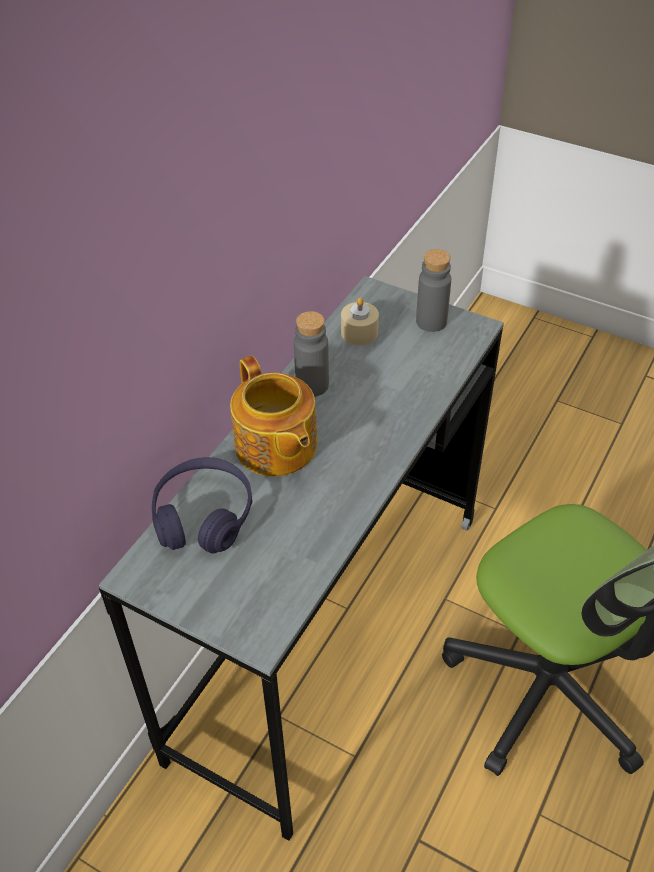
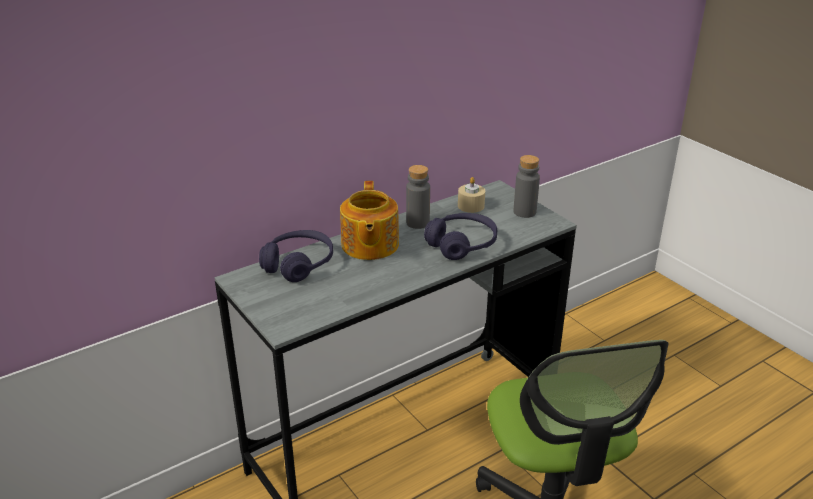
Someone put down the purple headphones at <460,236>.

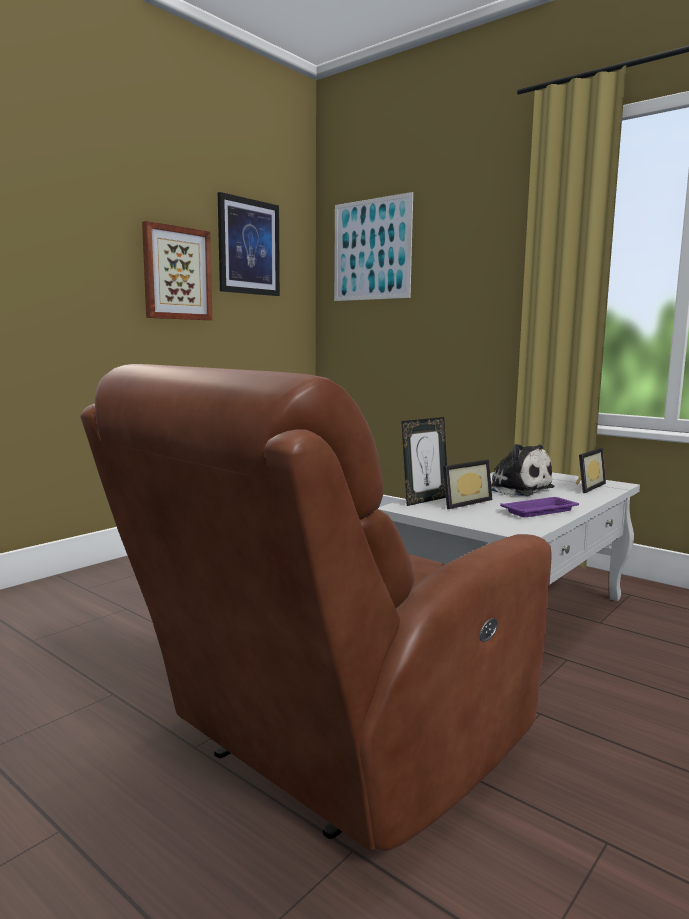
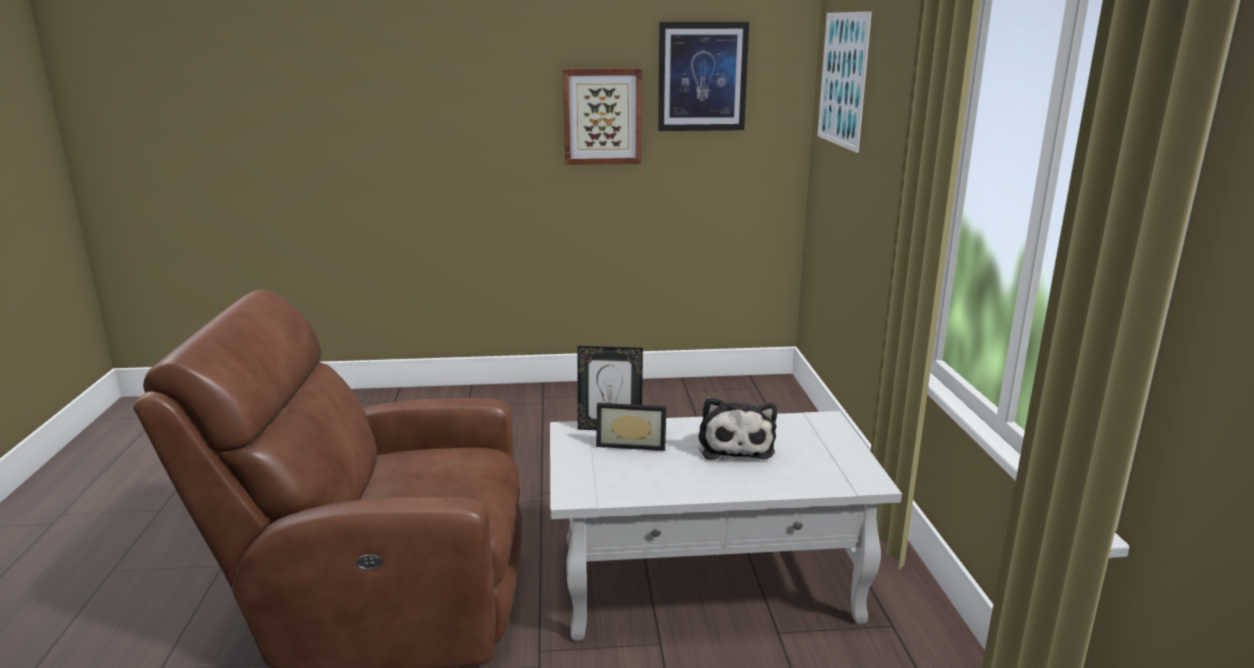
Someone took away the purple tray at <539,507>.
Someone took away the picture frame at <591,470>.

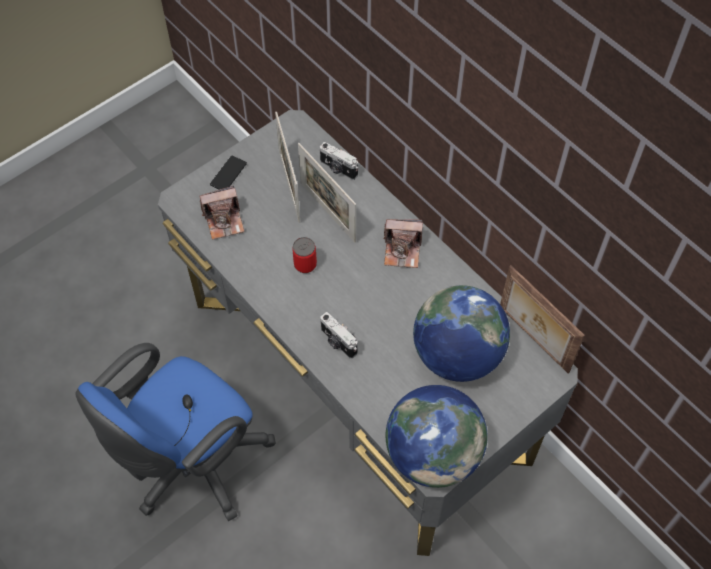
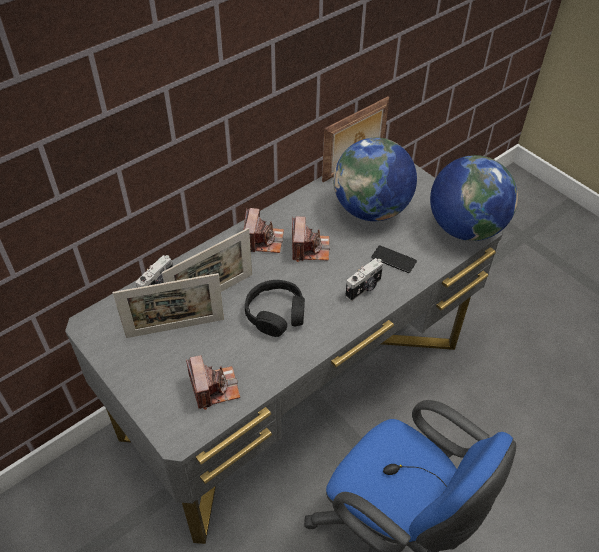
Someone carried the phone from <228,173> to <394,259>.
Someone swapped the can at <304,255> for the black headphones at <275,308>.
Someone put down the photo camera at <311,239>.

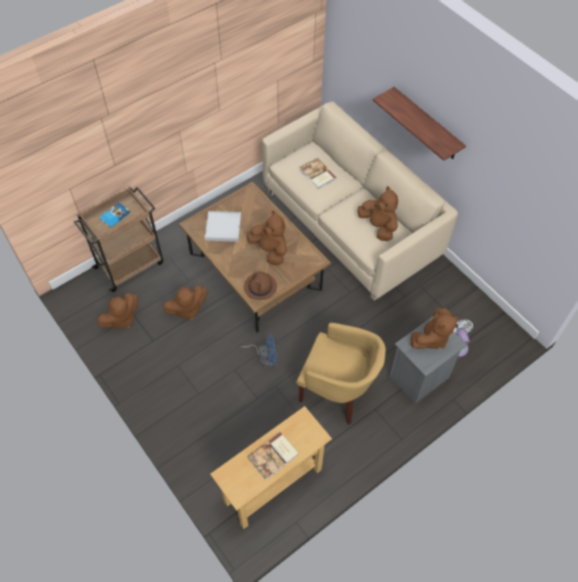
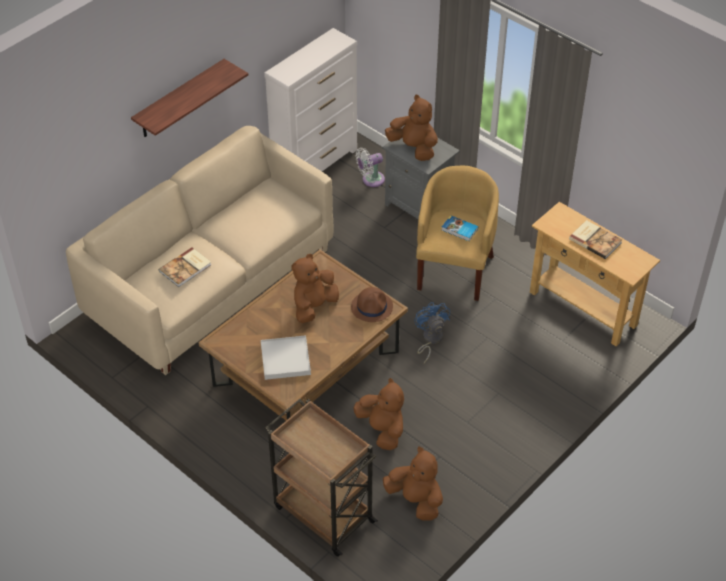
Someone carried the book from <114,215> to <460,228>.
Someone took away the brown plush toy at <377,213>.
Someone put down the white dresser at <310,99>.

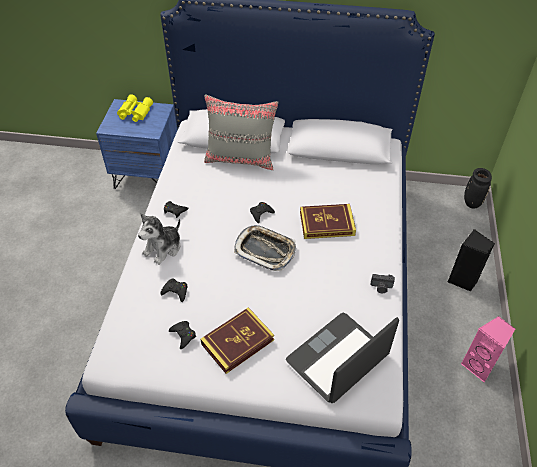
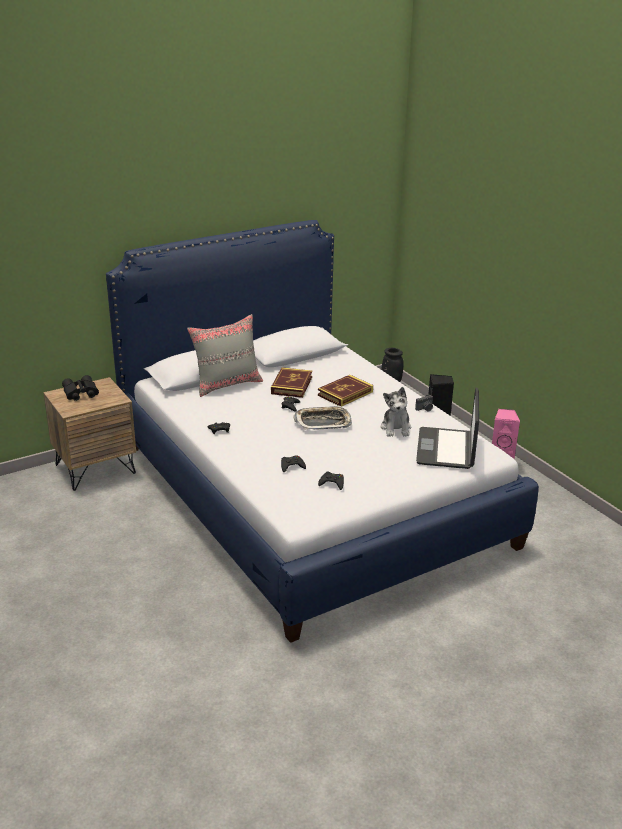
Someone repainted the blue nightstand at <136,144>, which became the brown nightstand at <90,434>.
Someone repainted the yellow binoculars at <135,108>, which became the black binoculars at <80,388>.
Someone carried the plush toy from <159,239> to <396,412>.
Someone carried the book from <237,340> to <291,382>.

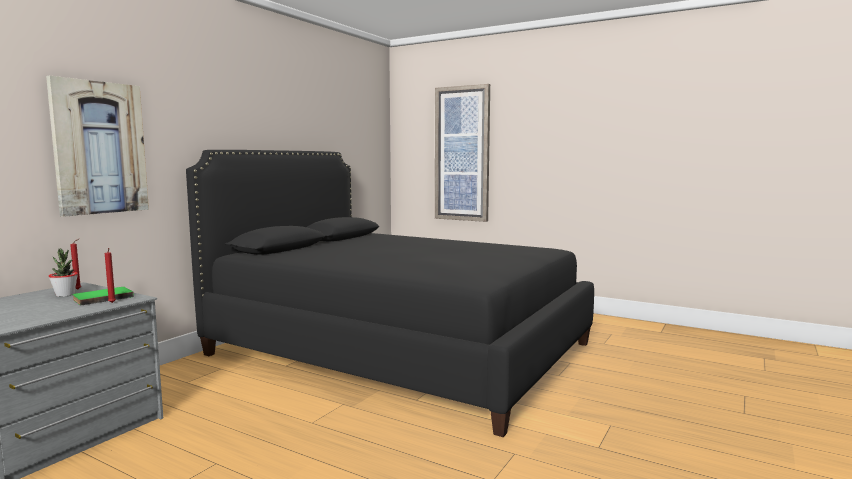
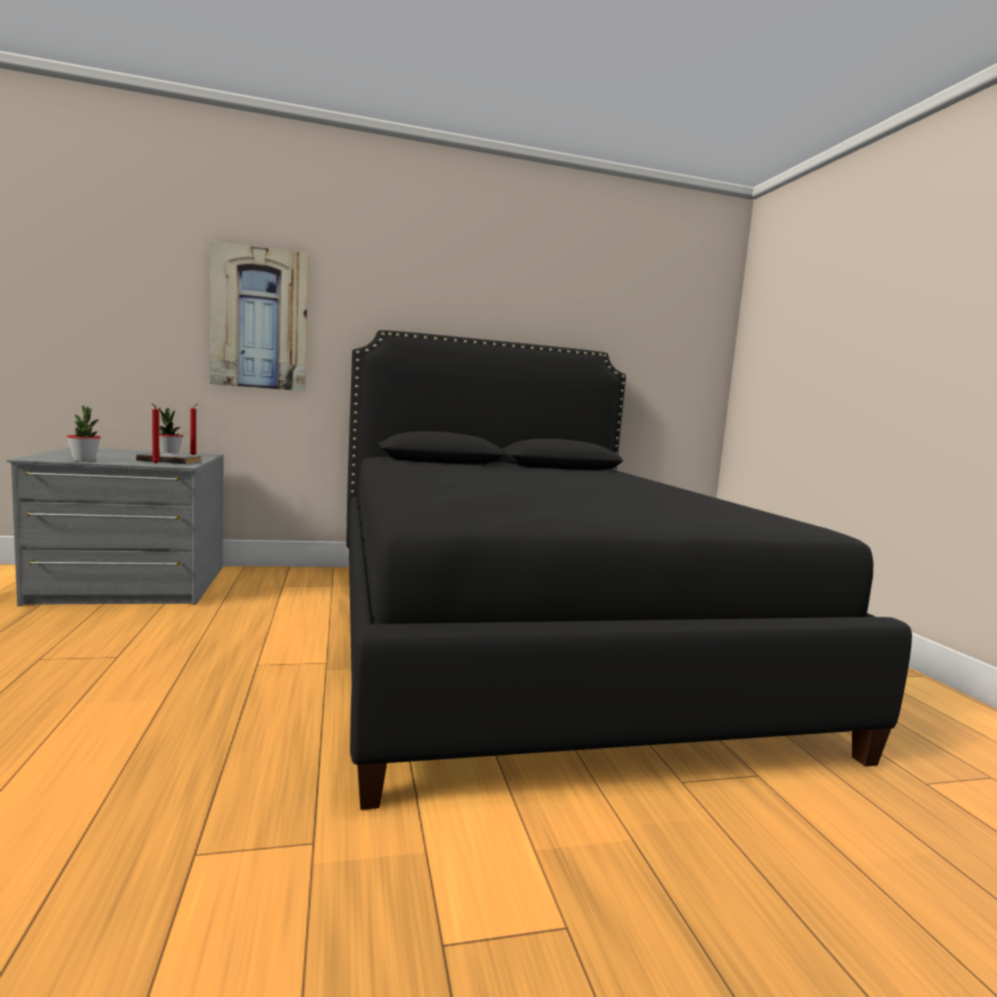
Someone repainted the green book at <103,296>, which became the grey book at <169,458>.
Someone took away the picture at <462,153>.
Someone put down the potted plant at <84,434>.

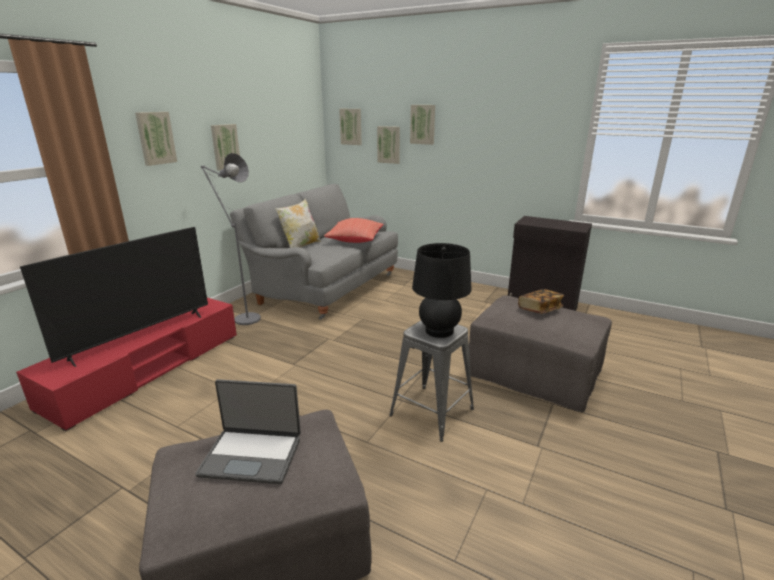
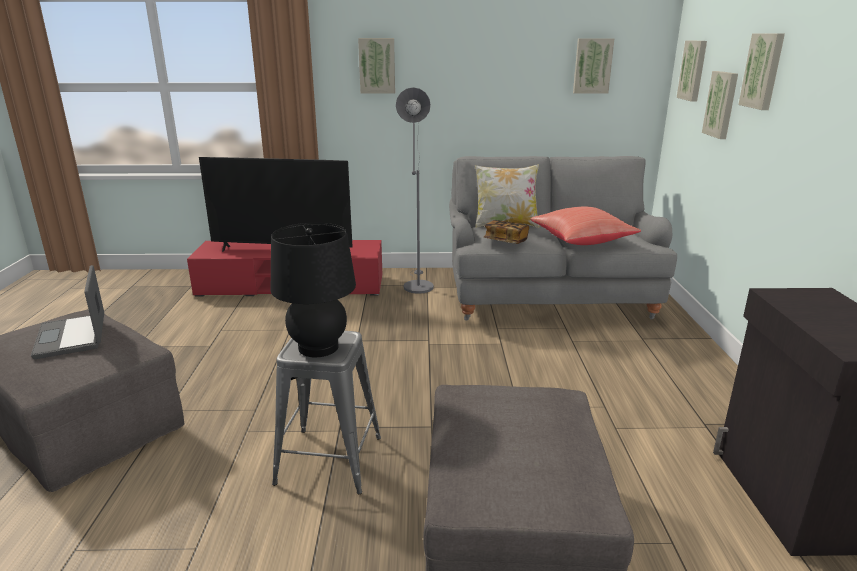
Someone carried the picture from <225,147> to <594,66>.
Someone carried the book from <541,301> to <506,232>.

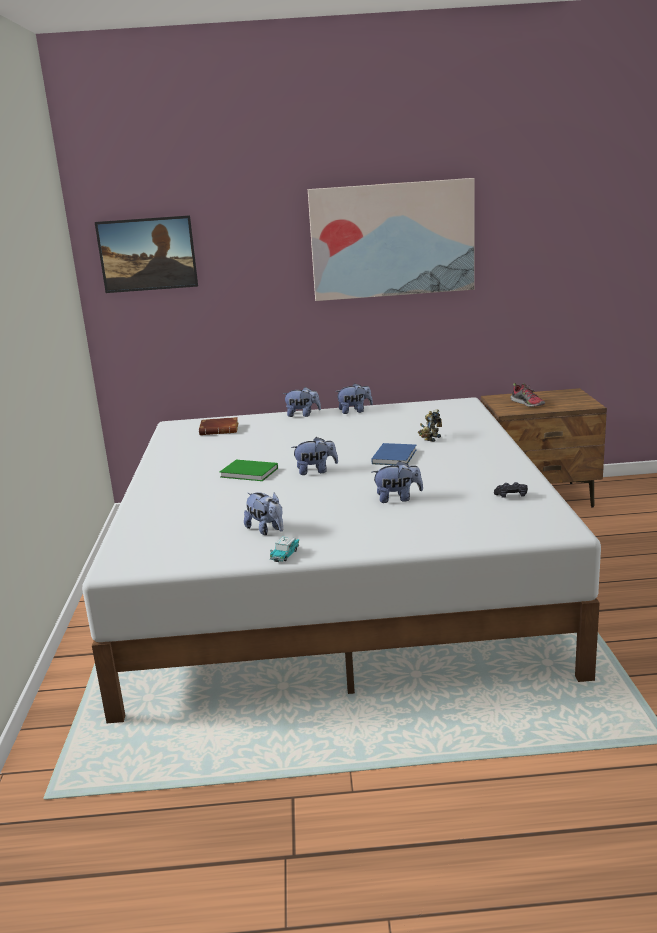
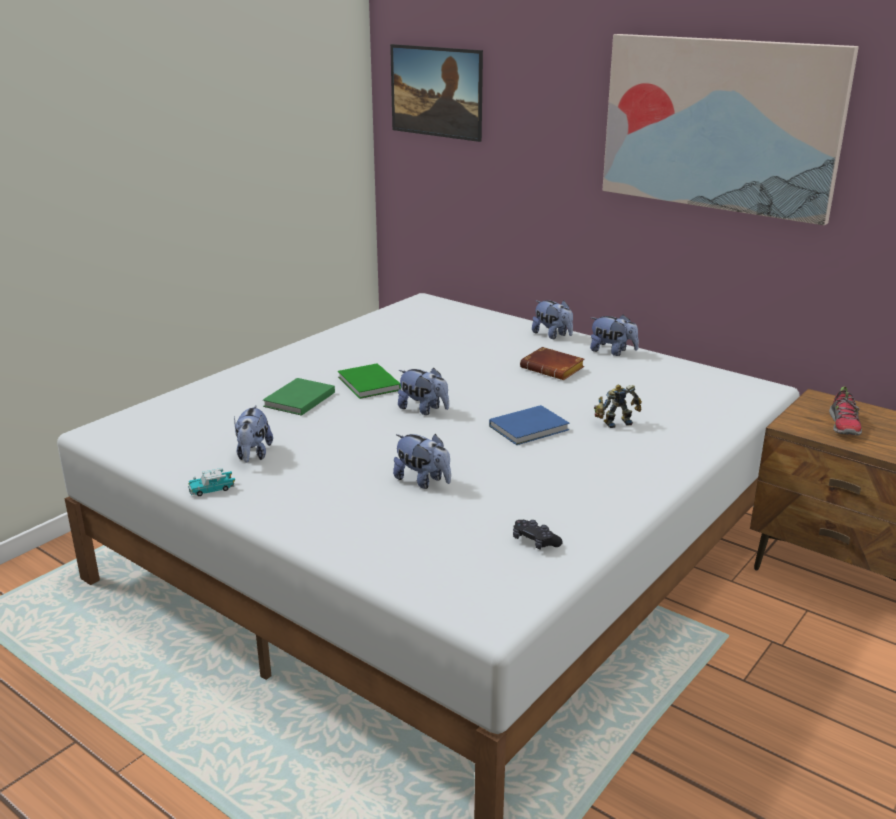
Someone carried the brown book from <218,426> to <552,363>.
Someone put down the green book at <299,397>.

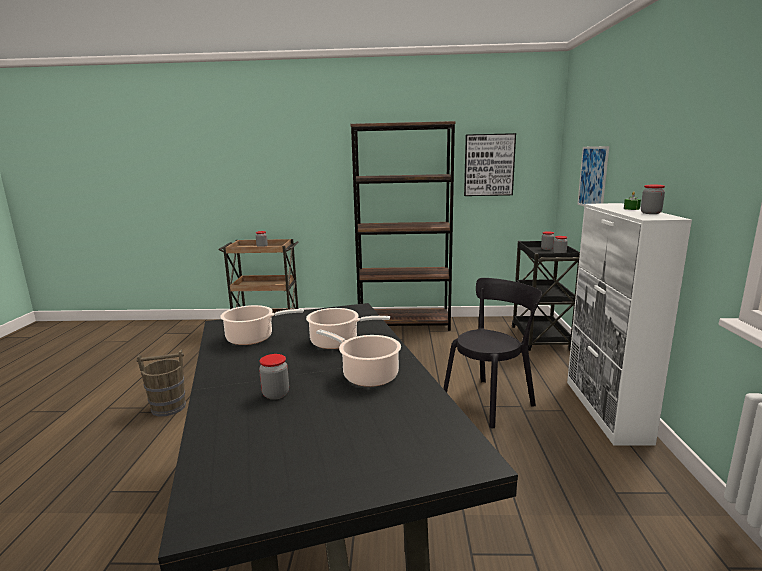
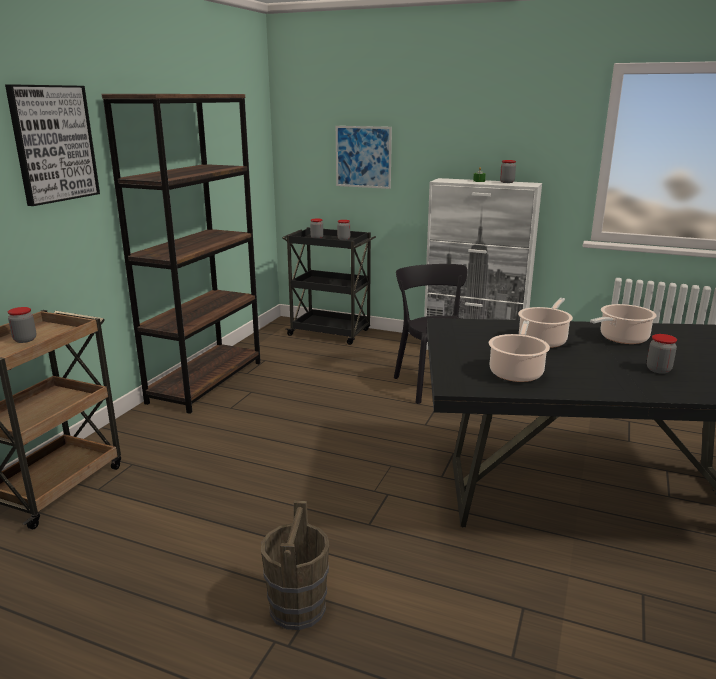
Someone carried the picture from <490,164> to <52,145>.

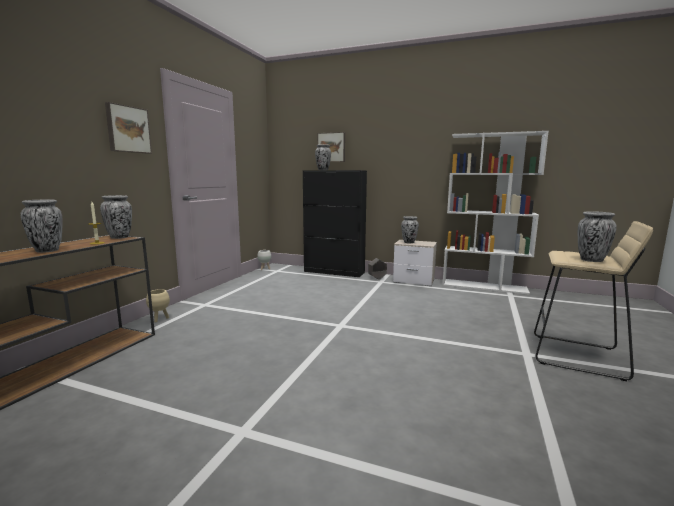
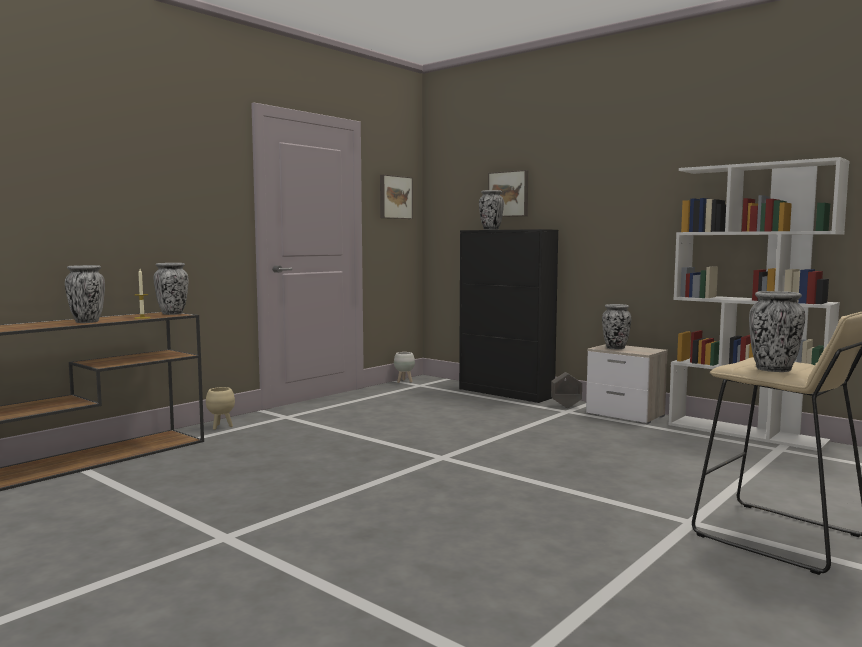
Someone carried the picture from <128,128> to <396,197>.

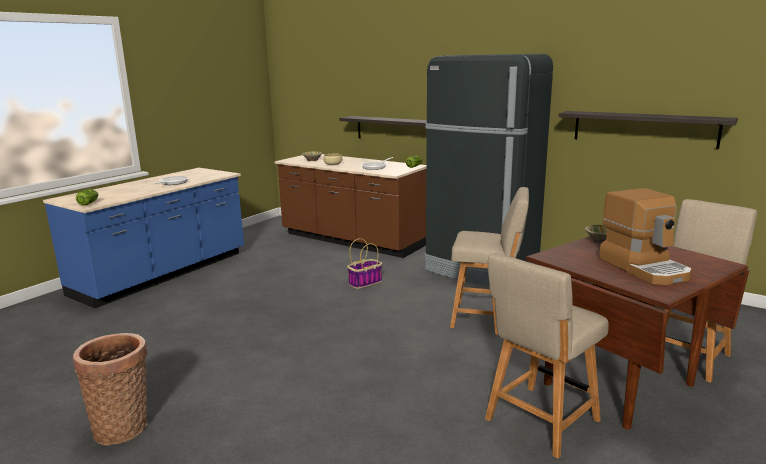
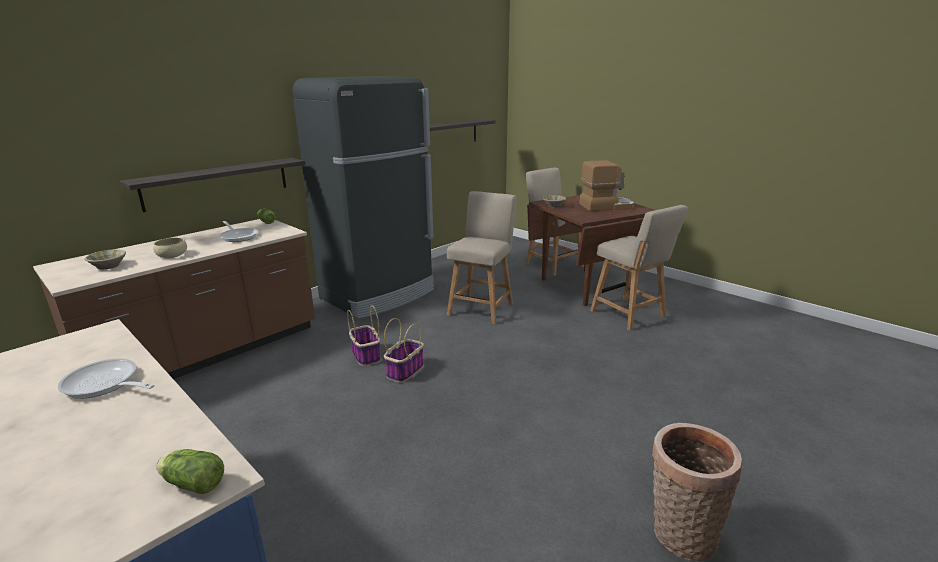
Someone put down the basket at <404,350>.

